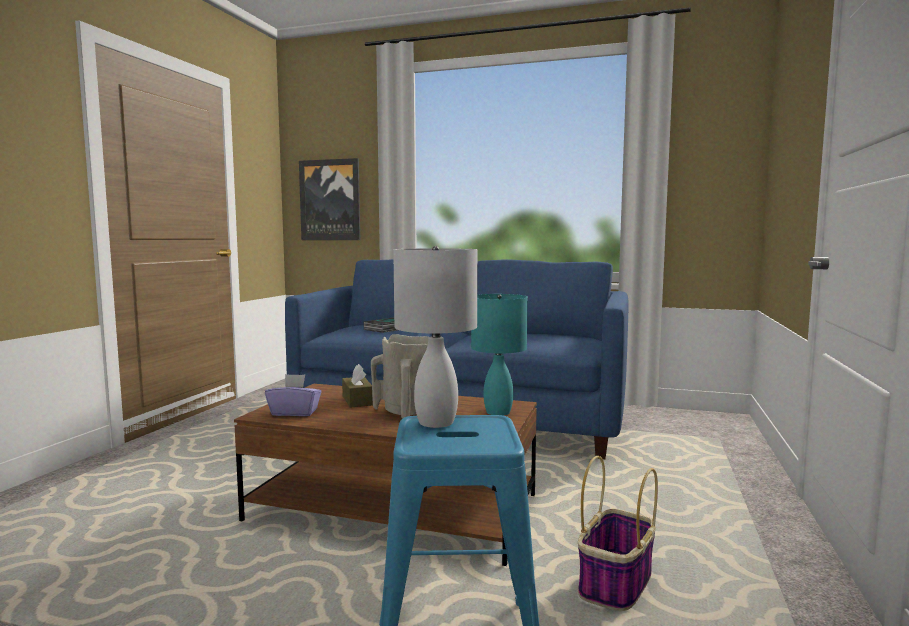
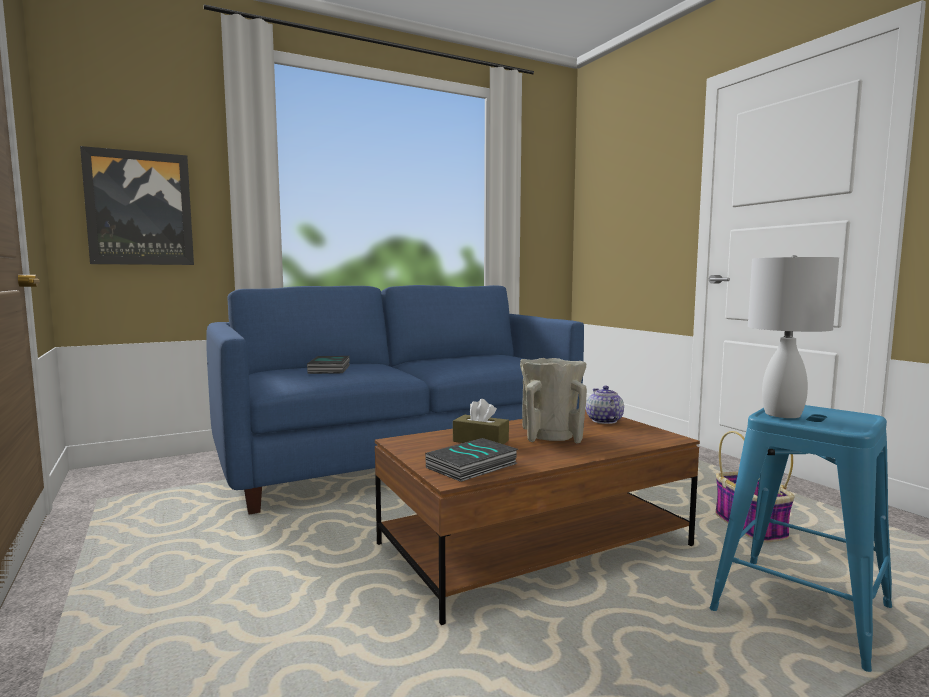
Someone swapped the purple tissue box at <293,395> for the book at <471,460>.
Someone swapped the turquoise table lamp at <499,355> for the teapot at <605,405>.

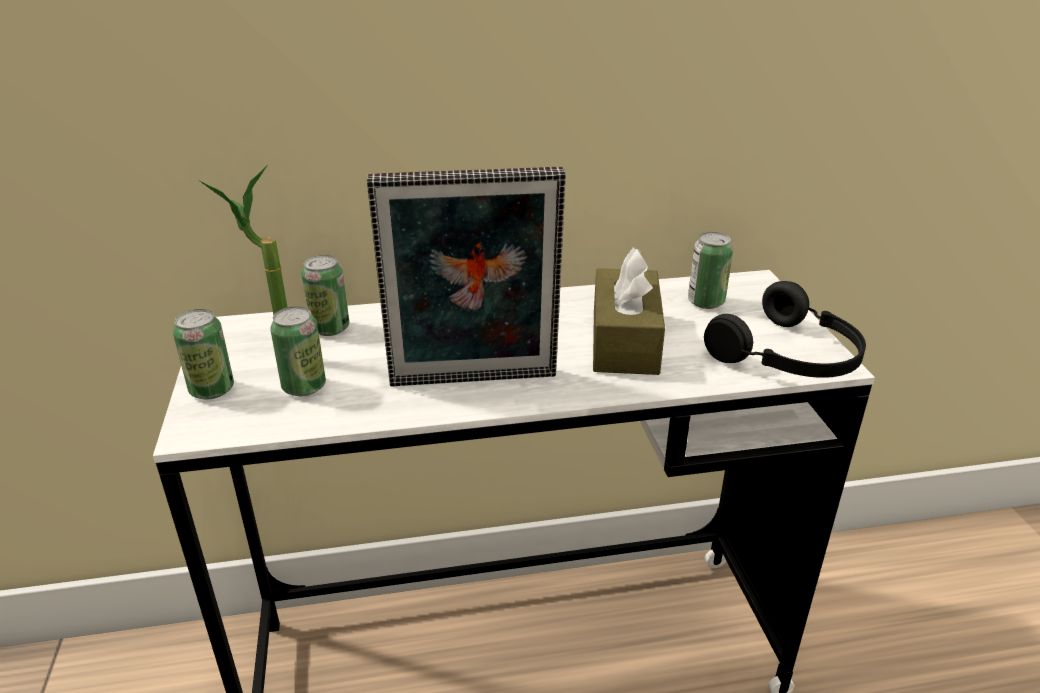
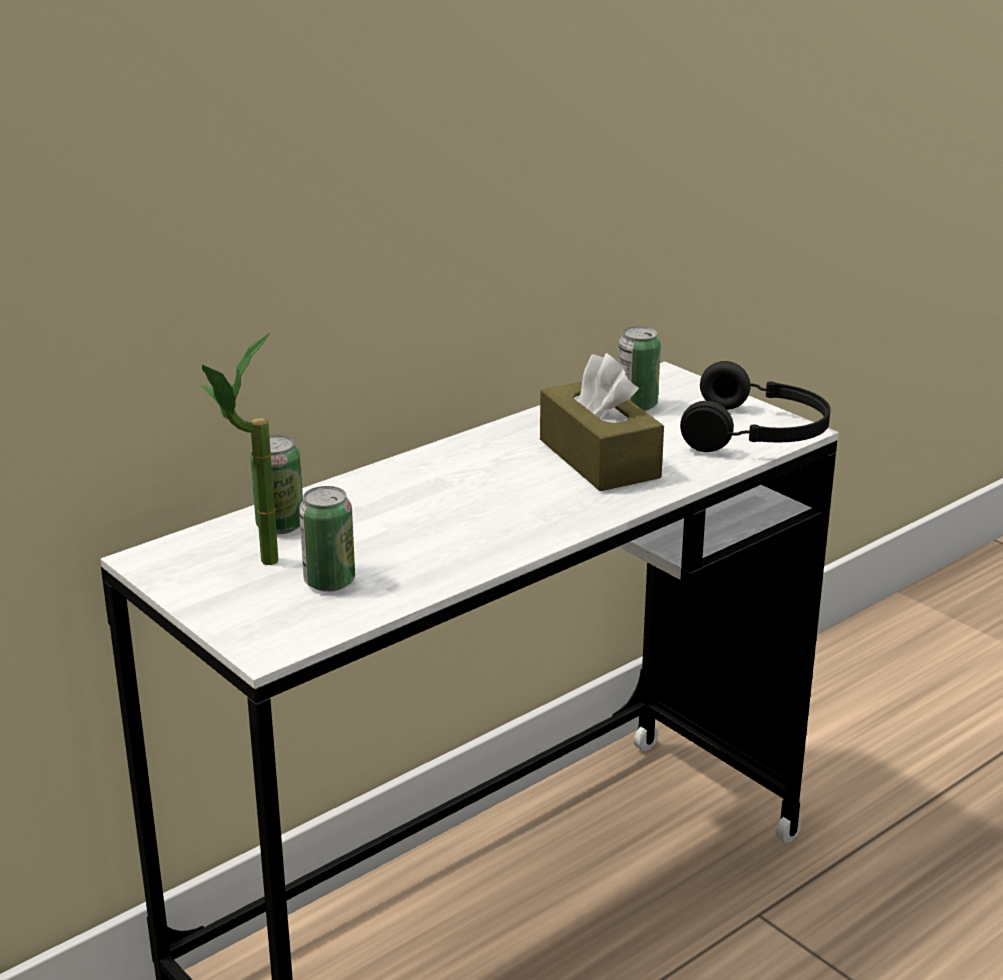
Someone took away the can at <203,354>.
Someone took away the picture frame at <466,276>.

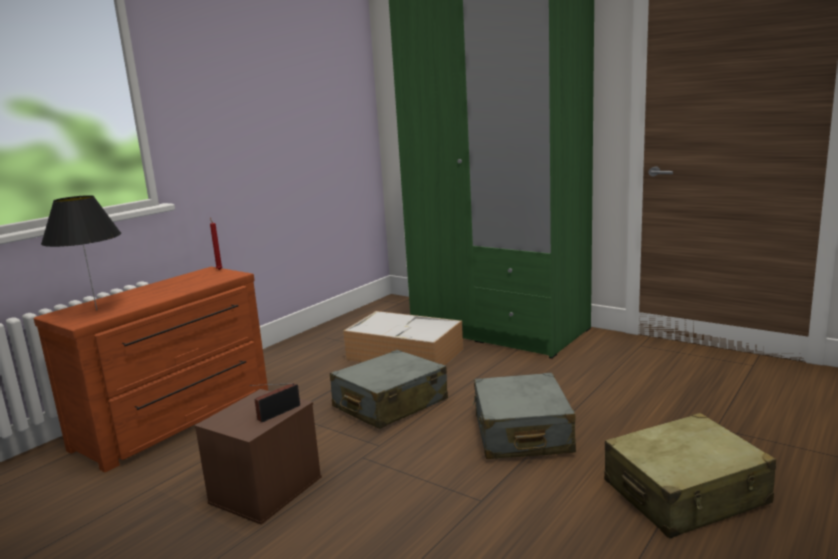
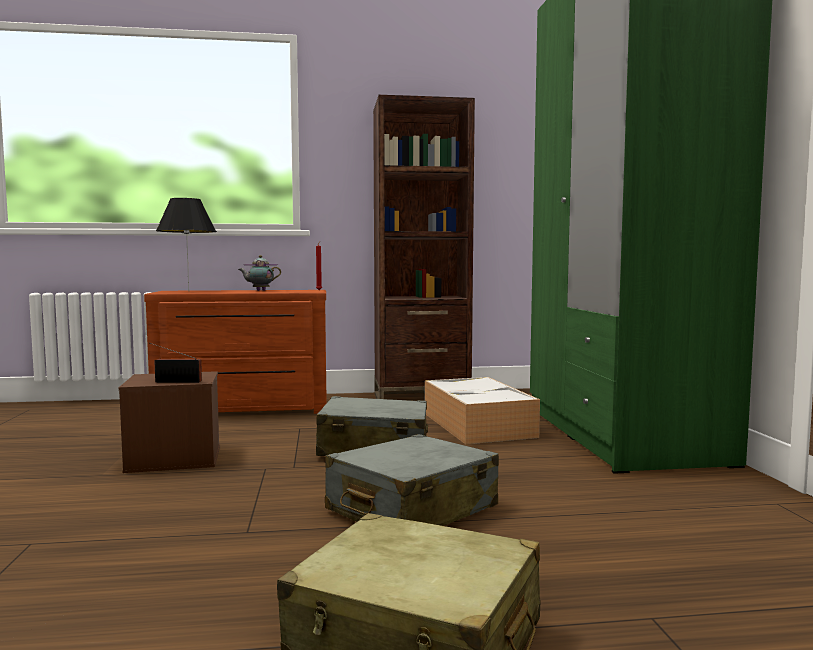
Someone put down the teapot at <259,273>.
Someone put down the brown bookcase at <424,247>.

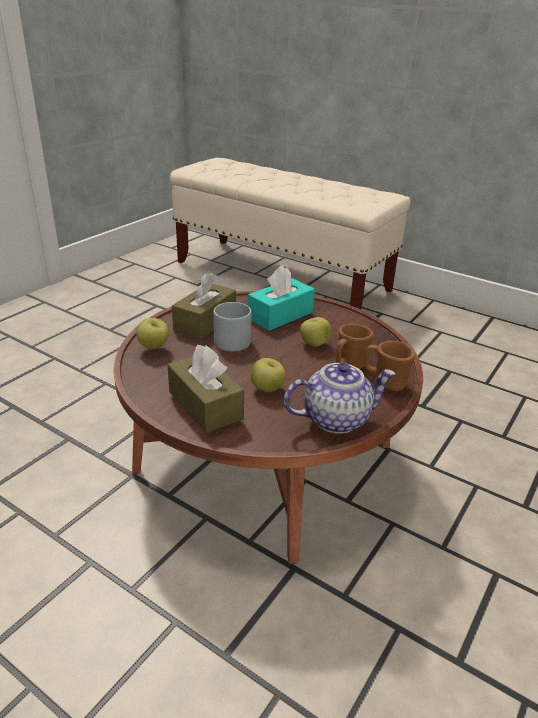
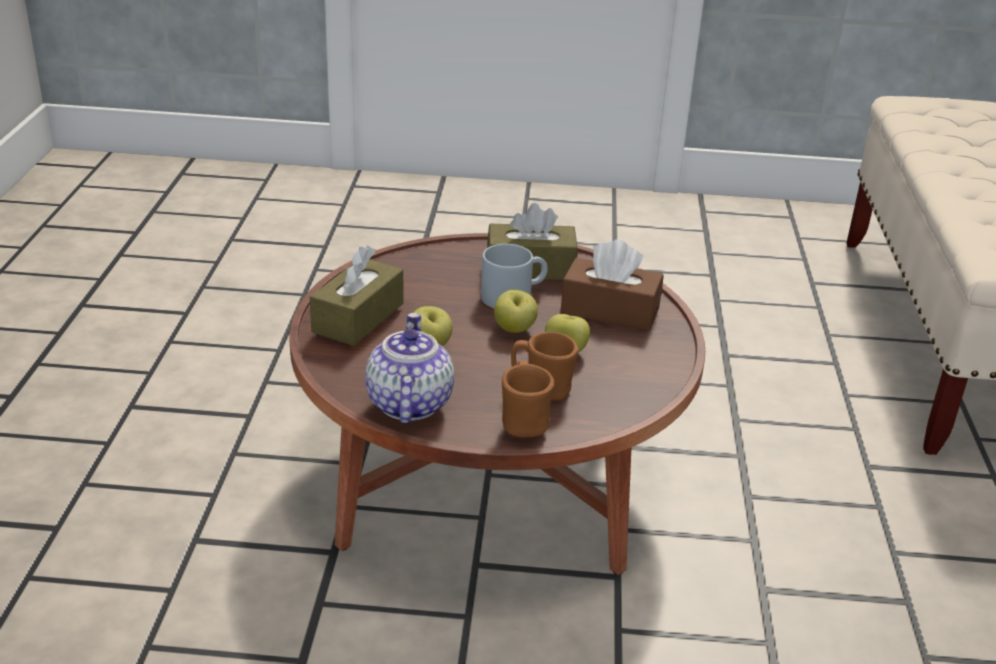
Someone carried the apple from <152,333> to <516,311>.
Someone repainted the turquoise tissue box at <281,298>, which became the brown tissue box at <612,285>.
Someone rotated the teapot at <339,398> by 135 degrees counterclockwise.

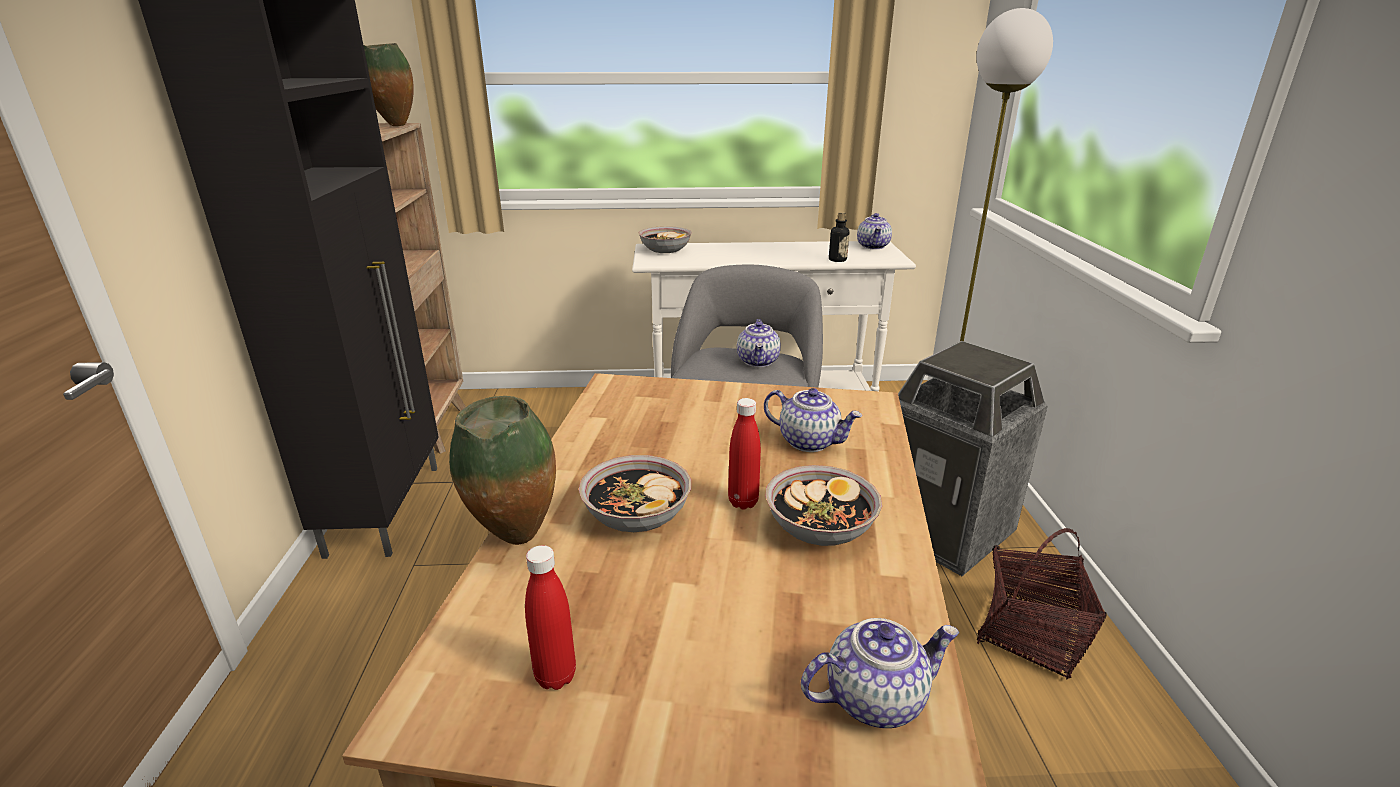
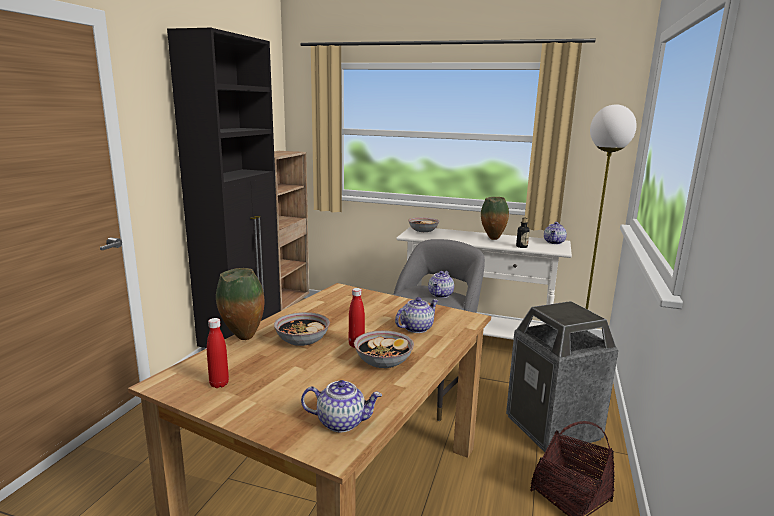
Someone carried the vase from <389,84> to <495,218>.
Someone rotated the teapot at <813,420> by 90 degrees counterclockwise.

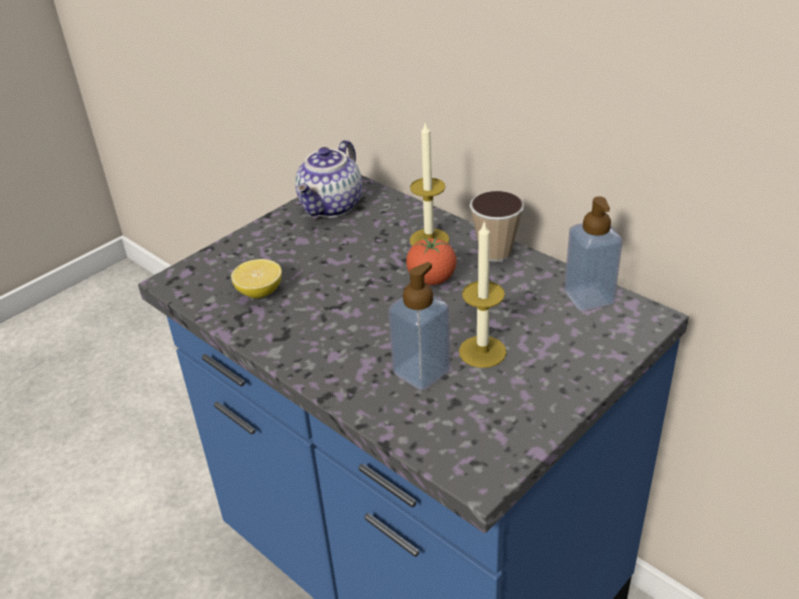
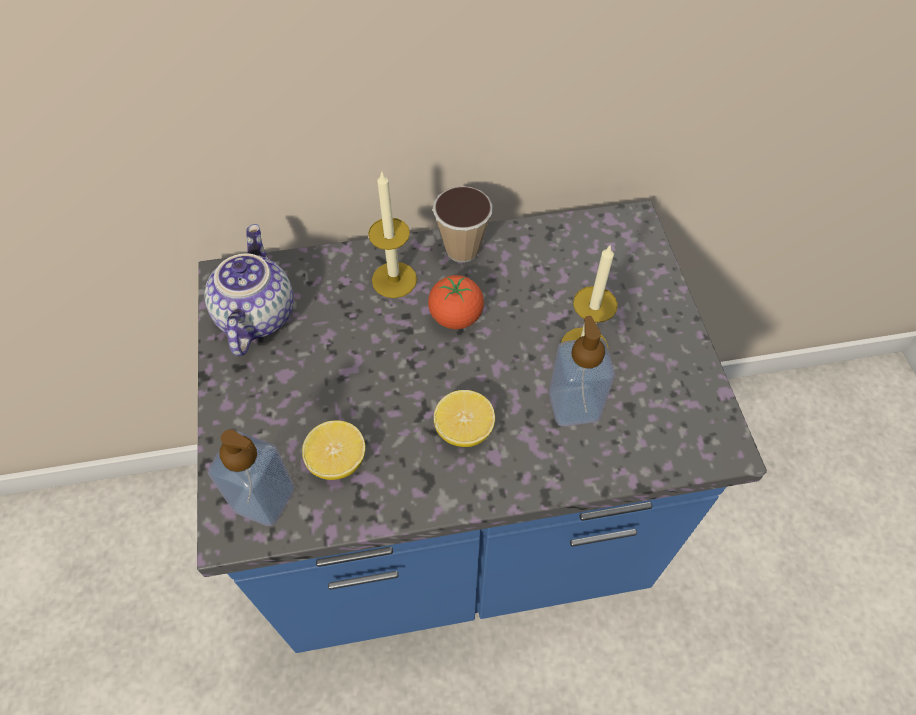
Someone rotated the teapot at <328,179> by 150 degrees counterclockwise.
Someone carried the soap dispenser from <593,253> to <251,477>.
Someone put down the lemon at <464,418>.

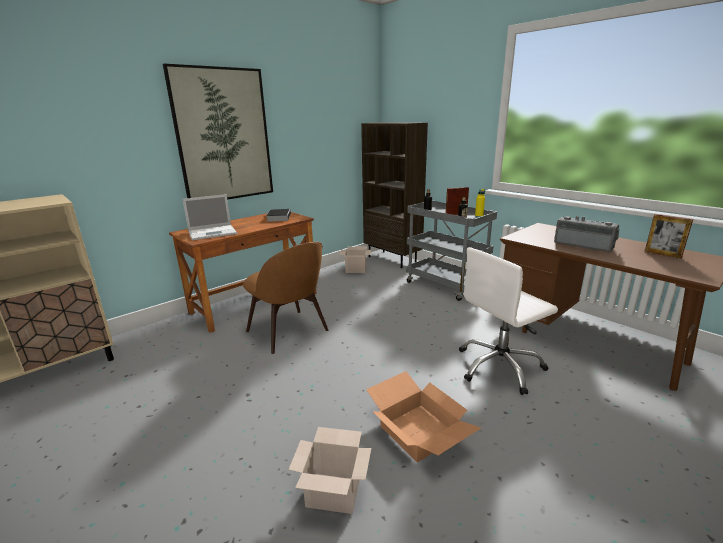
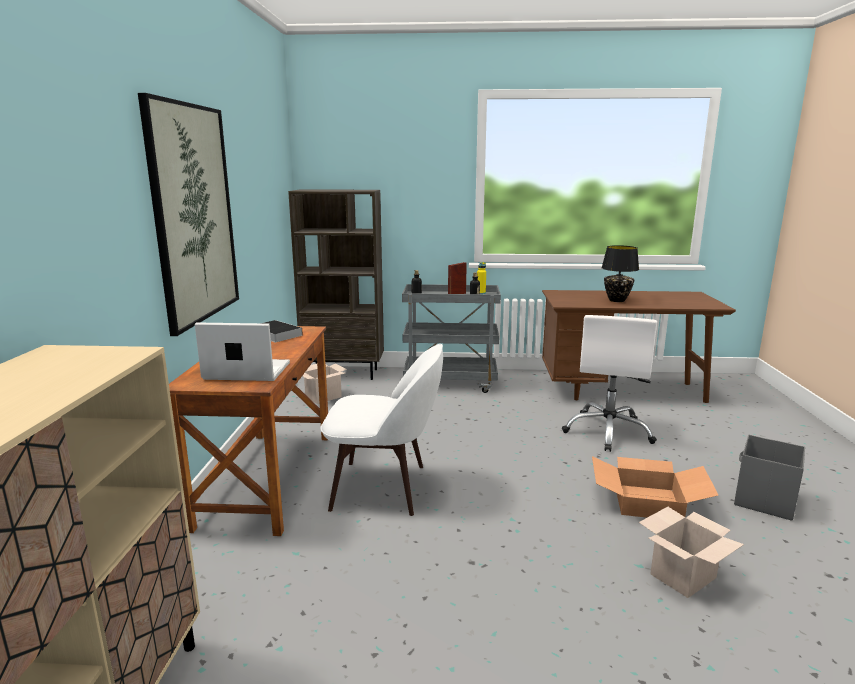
Someone rotated the laptop at <209,217> by 105 degrees counterclockwise.
Someone repainted the brown chair at <285,298>, which became the white chair at <381,430>.
Someone swapped the radio at <586,234> for the black table lamp at <620,273>.
Someone took away the picture frame at <669,236>.
Someone put down the grey storage box at <769,478>.

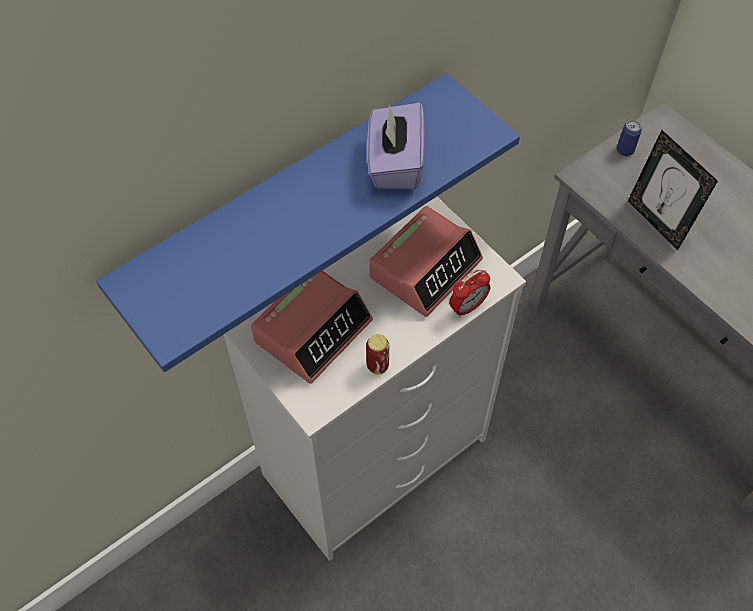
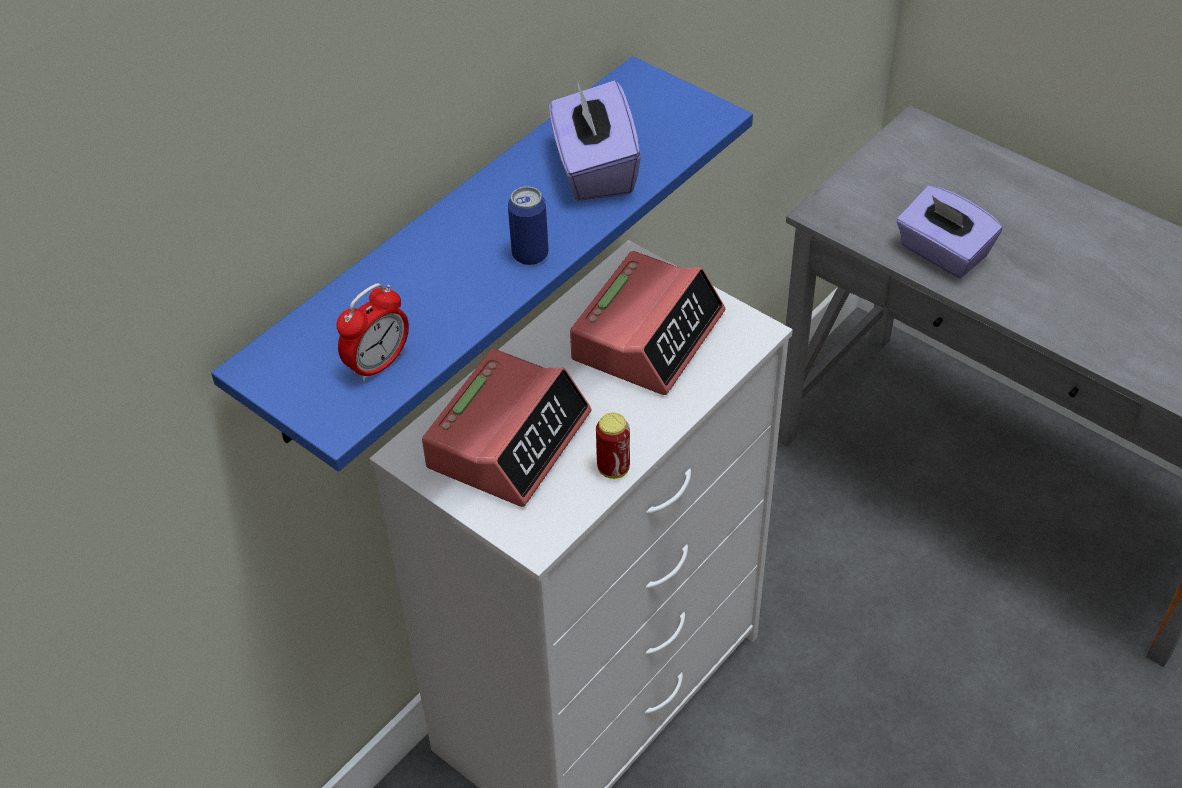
Someone carried the alarm clock from <469,294> to <373,333>.
Someone carried the can from <629,138> to <528,225>.
Someone swapped the picture frame at <673,190> for the purple tissue box at <949,232>.

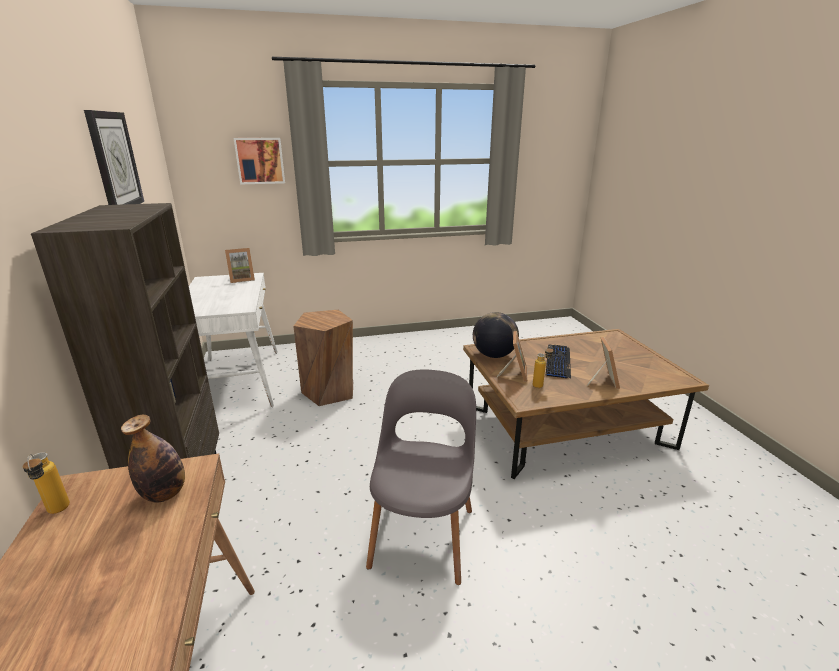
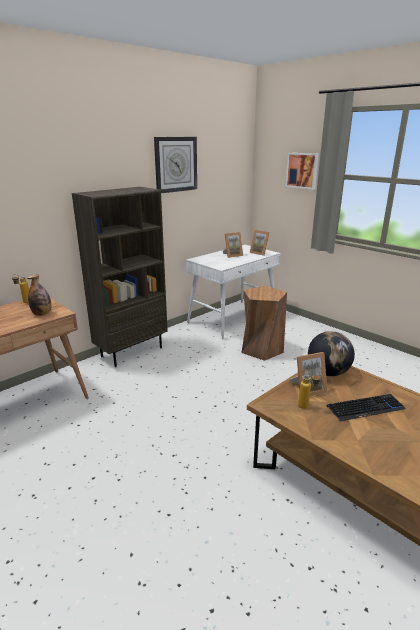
Someone took away the grey chair at <421,477>.
Someone carried the picture frame from <603,363> to <233,245>.

